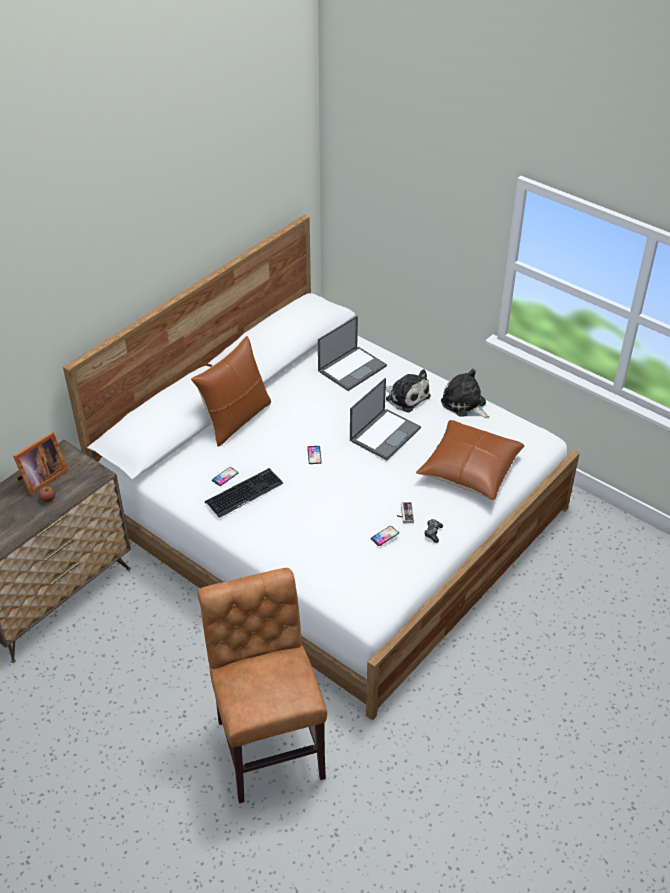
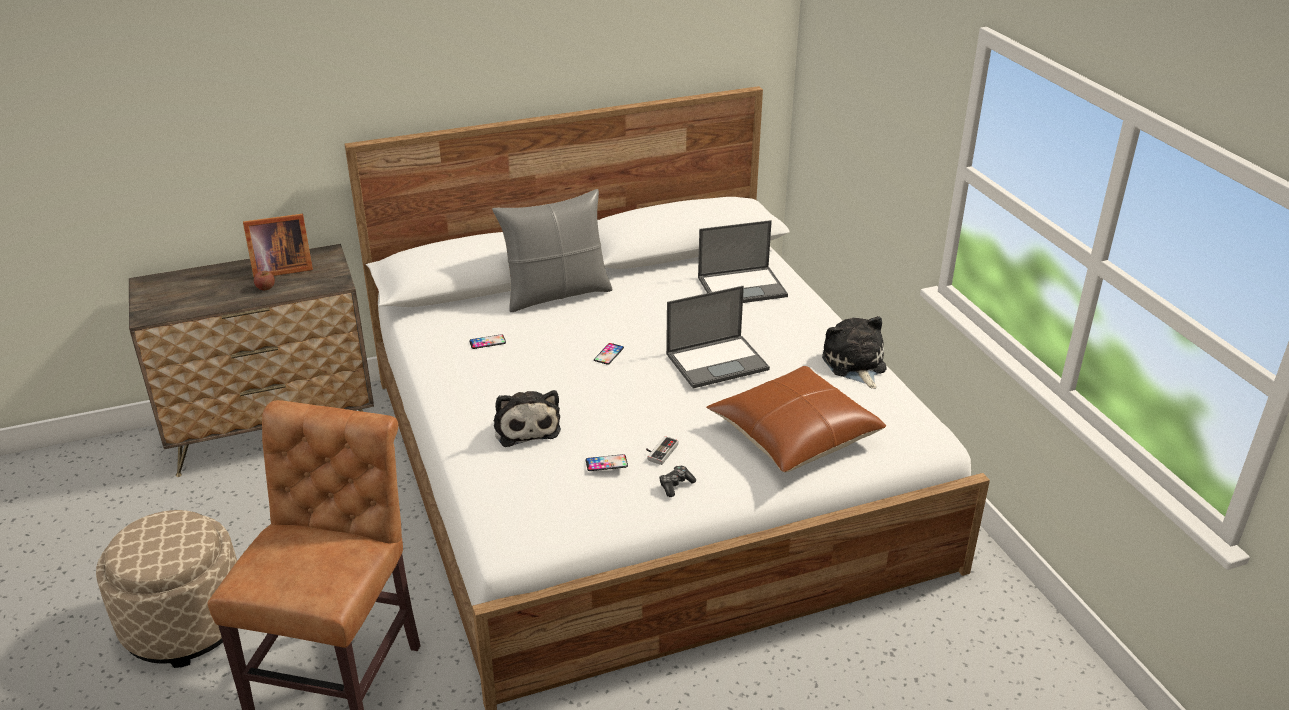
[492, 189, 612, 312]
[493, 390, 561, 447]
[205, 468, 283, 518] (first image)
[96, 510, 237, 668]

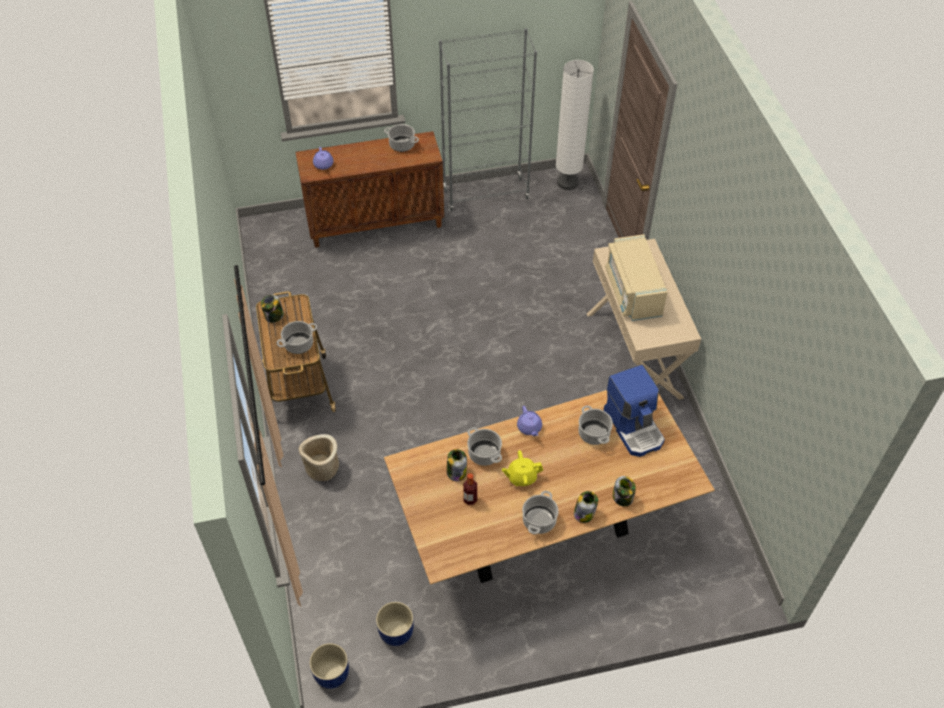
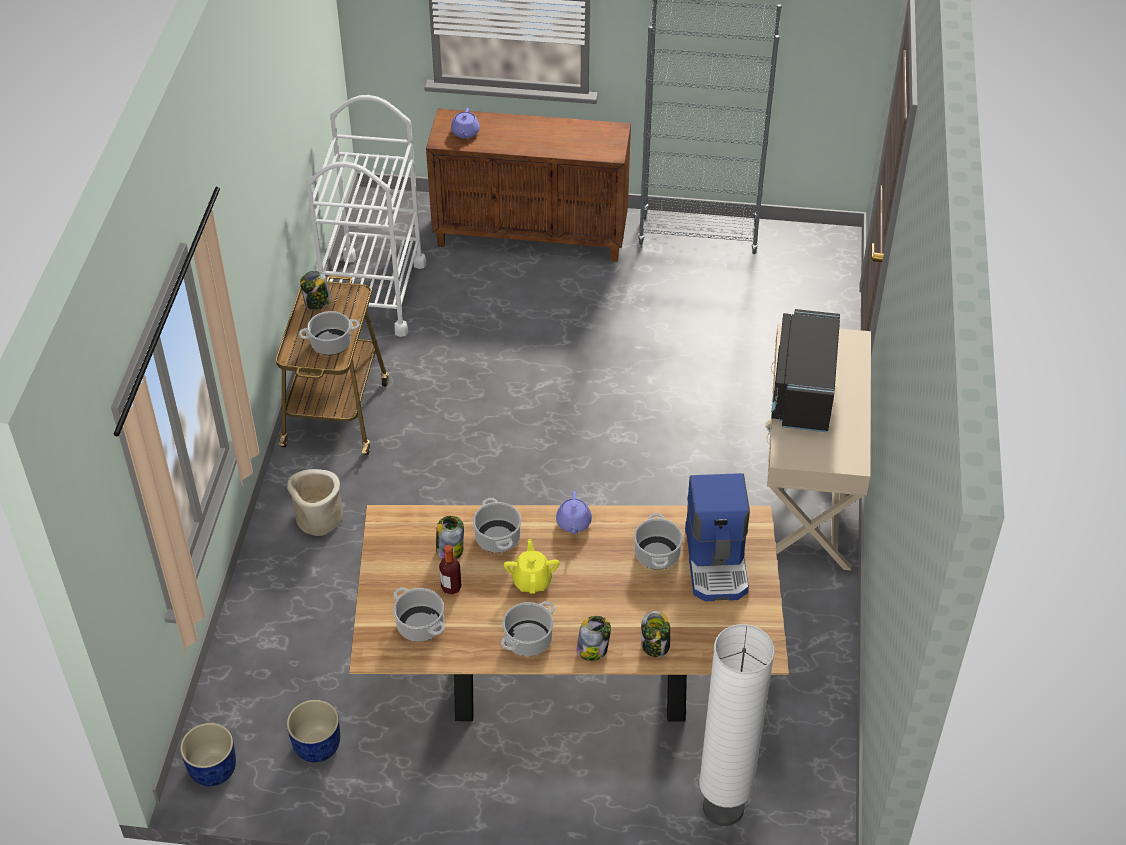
[699, 624, 775, 826]
[393, 588, 445, 642]
[771, 309, 840, 433]
[504, 539, 560, 593]
[306, 95, 426, 337]

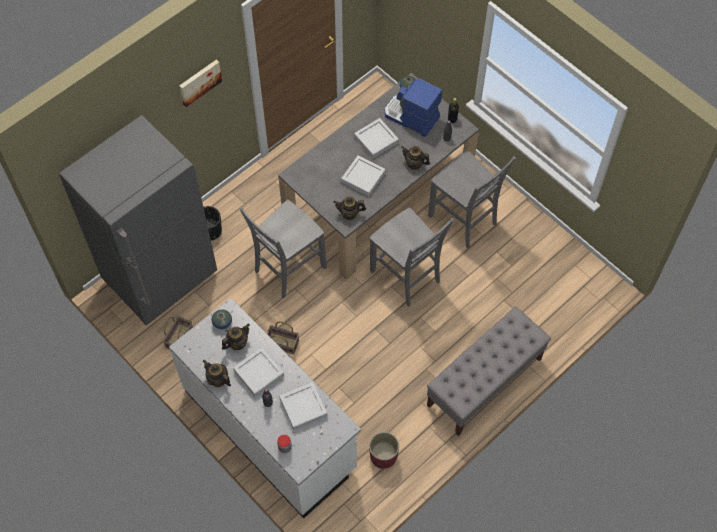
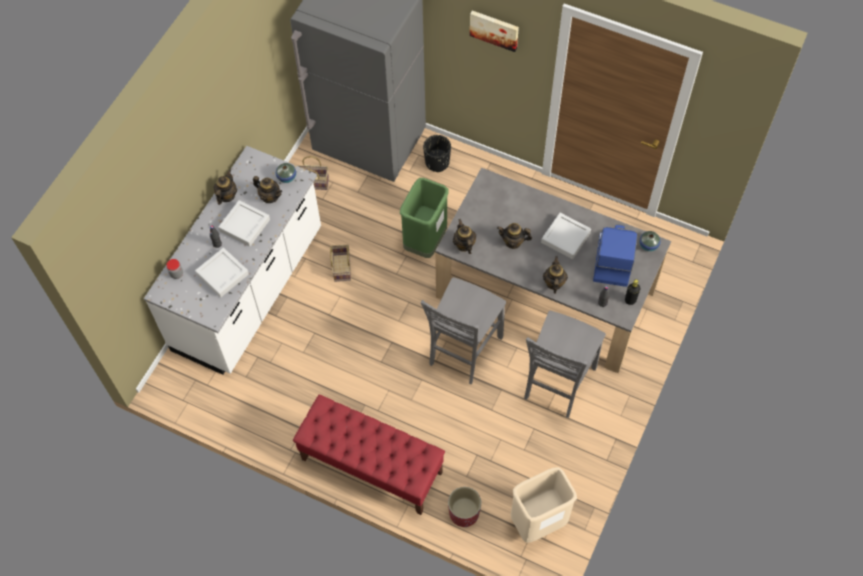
[497, 223, 532, 249]
[400, 178, 449, 258]
[293, 394, 445, 515]
[448, 487, 481, 527]
[511, 467, 577, 543]

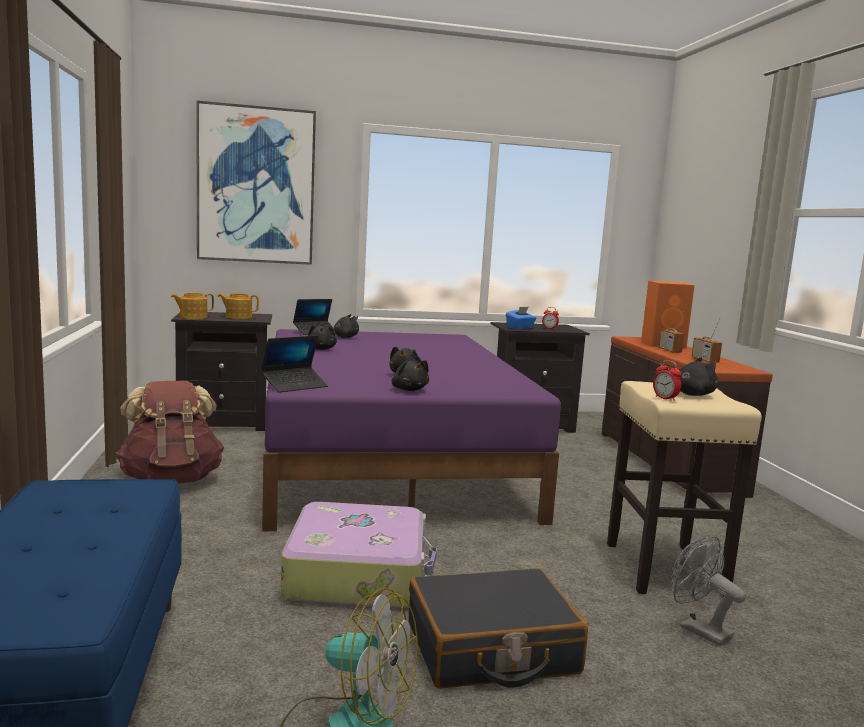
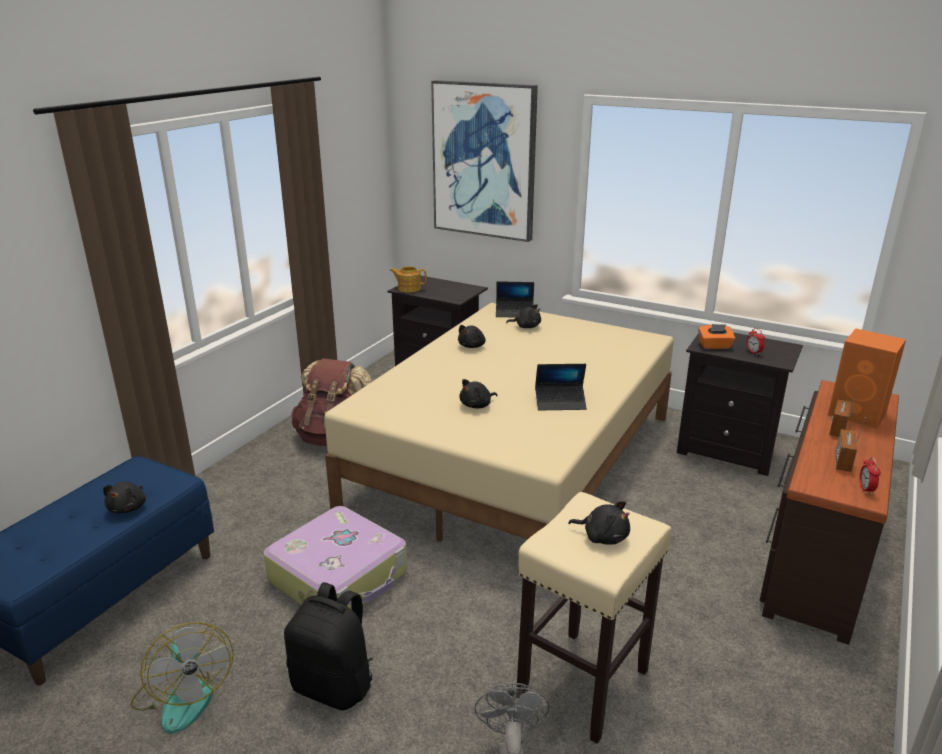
[218, 293, 259, 319] (first image)
[698, 324, 735, 349]
[324, 303, 674, 542]
[535, 364, 587, 410]
[103, 482, 146, 514]
[860, 457, 881, 495]
[284, 582, 373, 710]

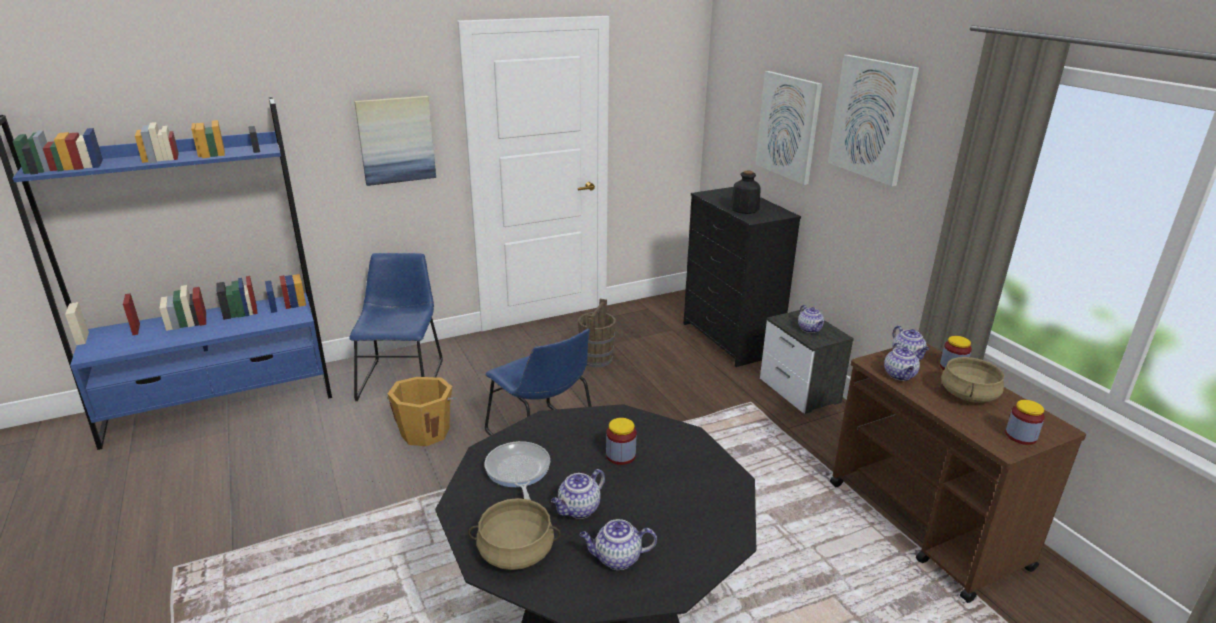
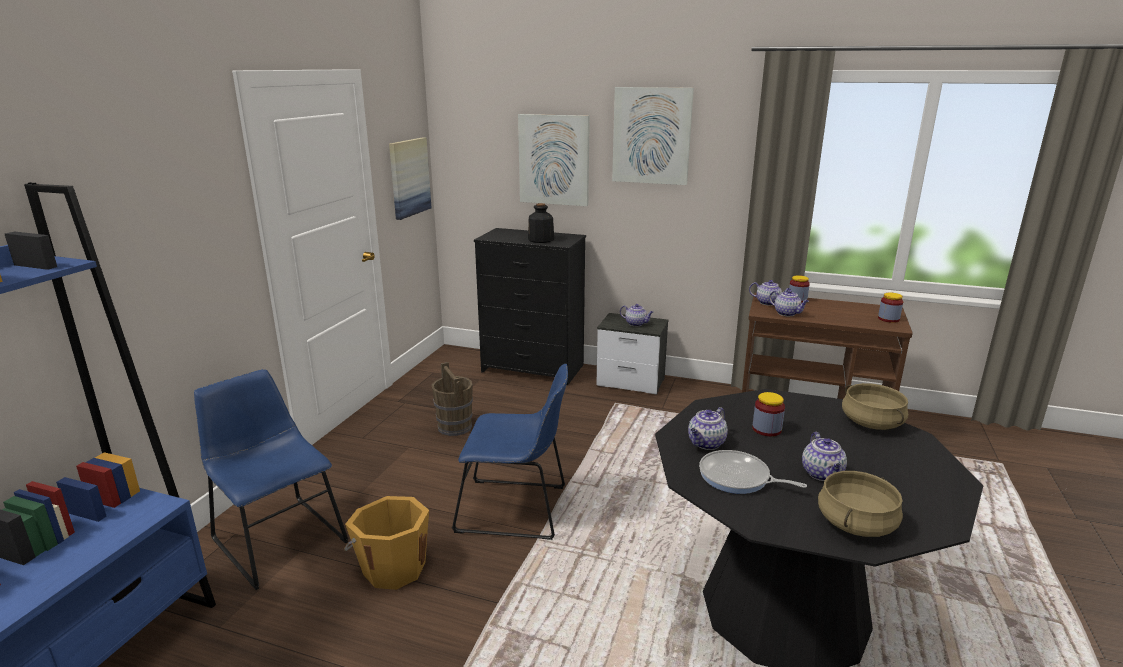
[389, 137, 431, 220]
[842, 383, 908, 430]
[688, 407, 728, 450]

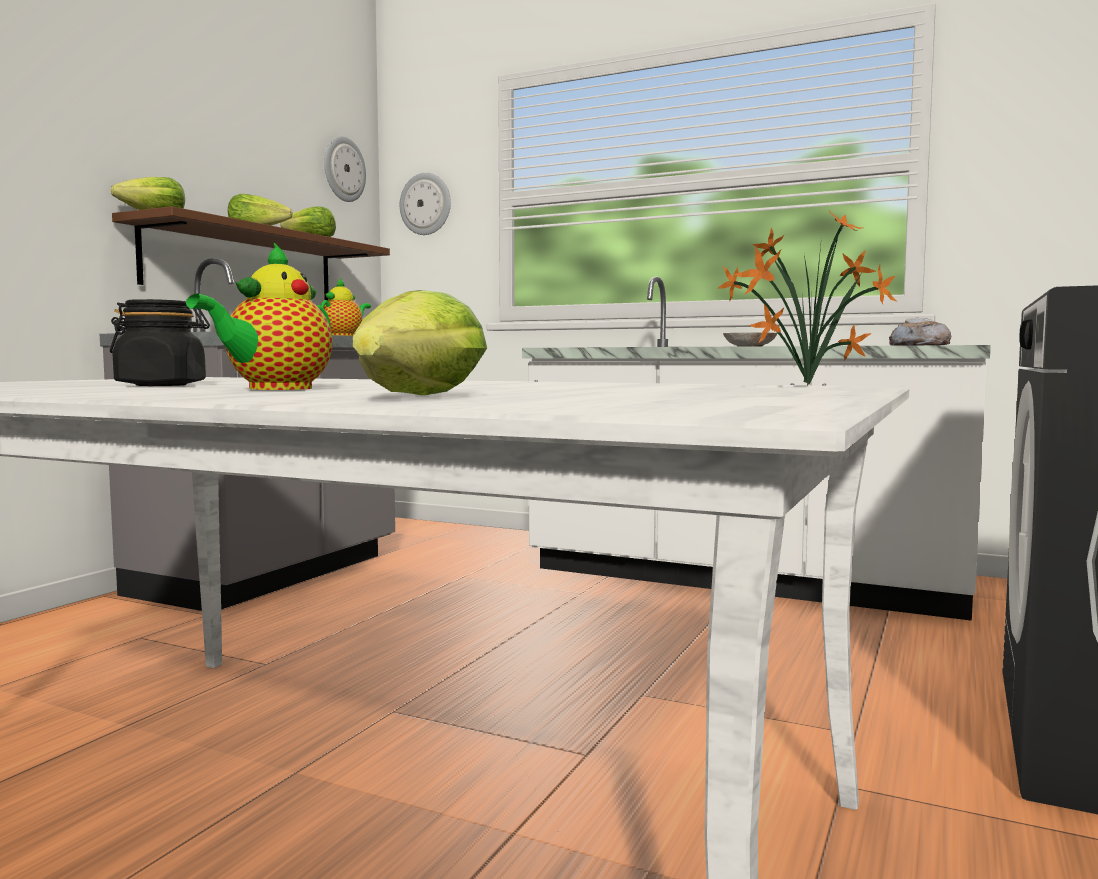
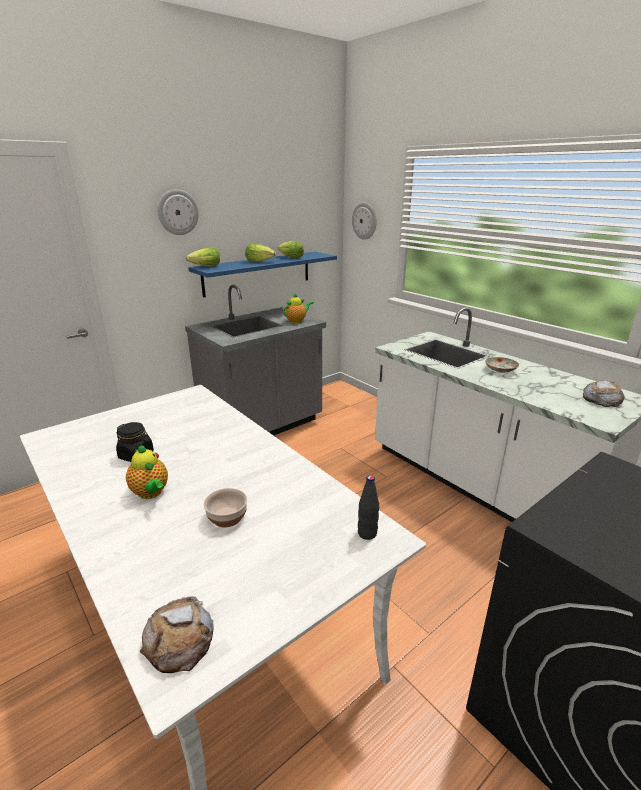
[157, 189, 199, 235]
[188, 252, 337, 298]
[358, 475, 379, 540]
[126, 445, 168, 499]
[353, 290, 487, 395] (first image)
[204, 488, 247, 527]
[140, 596, 214, 673]

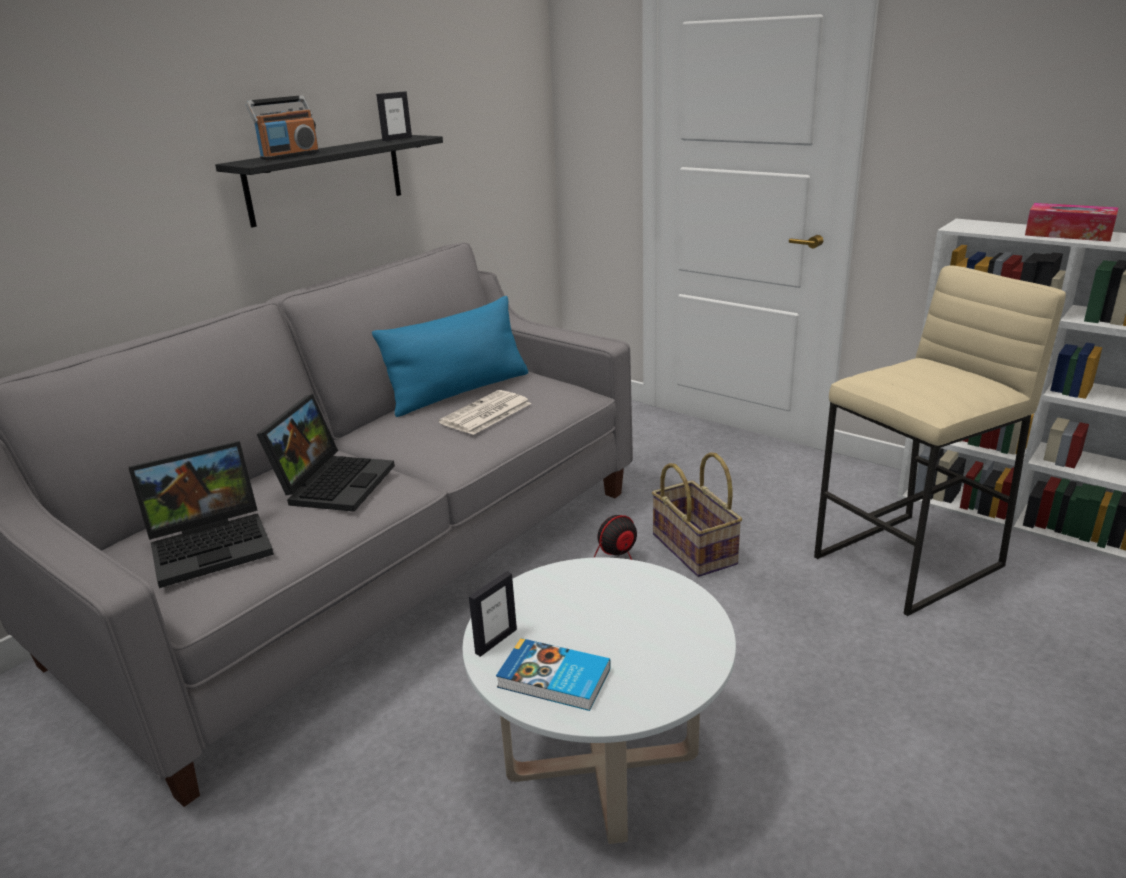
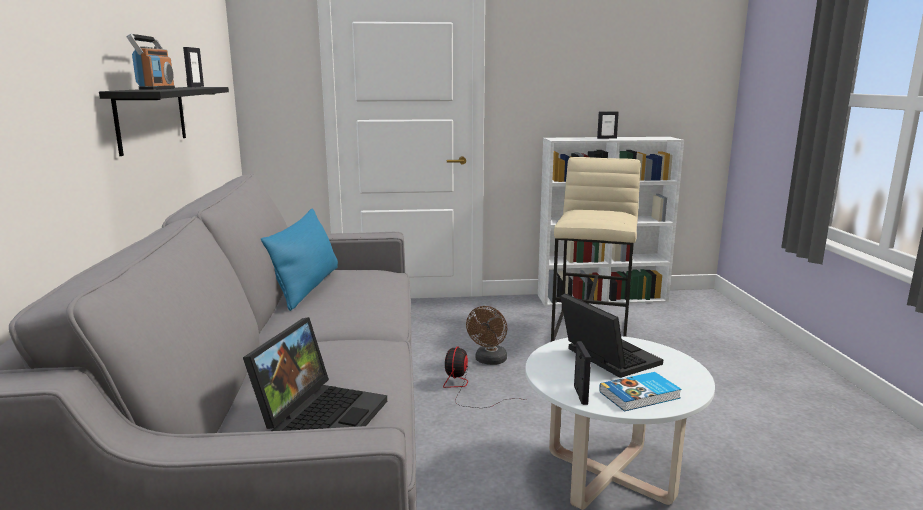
[597, 111, 619, 139]
[439, 390, 531, 435] (first image)
[560, 293, 663, 378]
[466, 306, 507, 365]

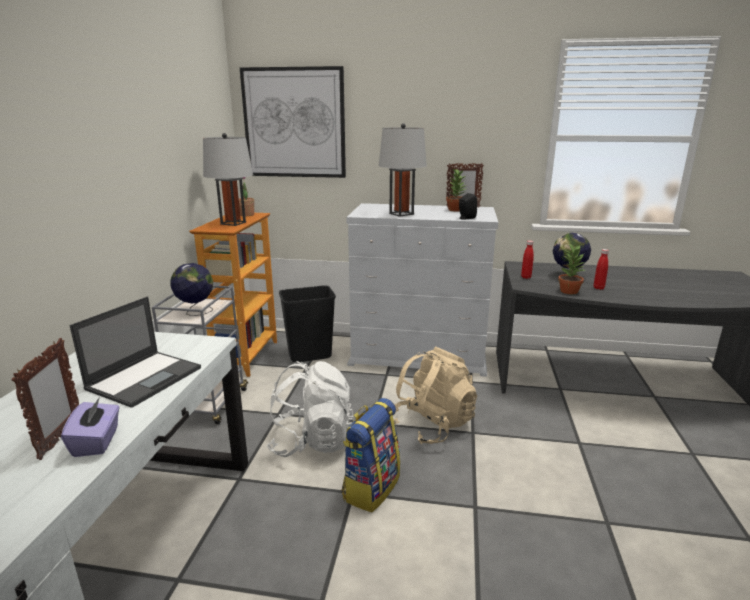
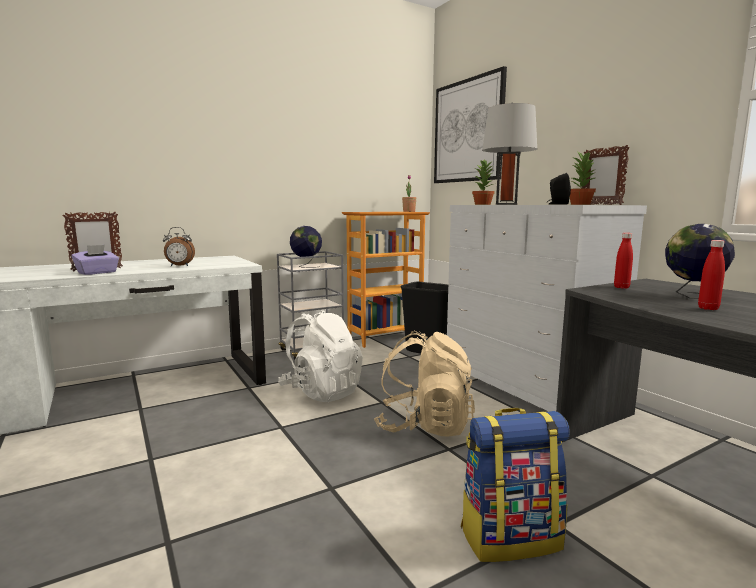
[203, 133, 253, 226] (first image)
[472, 159, 496, 205]
[163, 227, 195, 266]
[461, 408, 570, 562]

